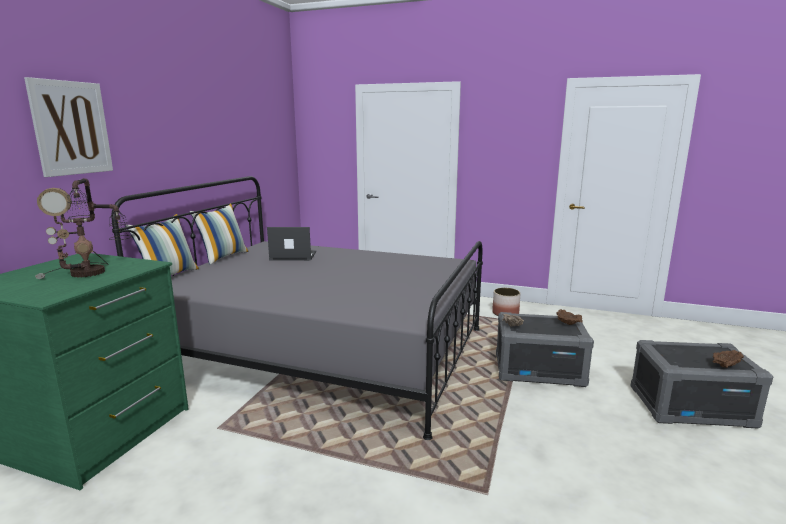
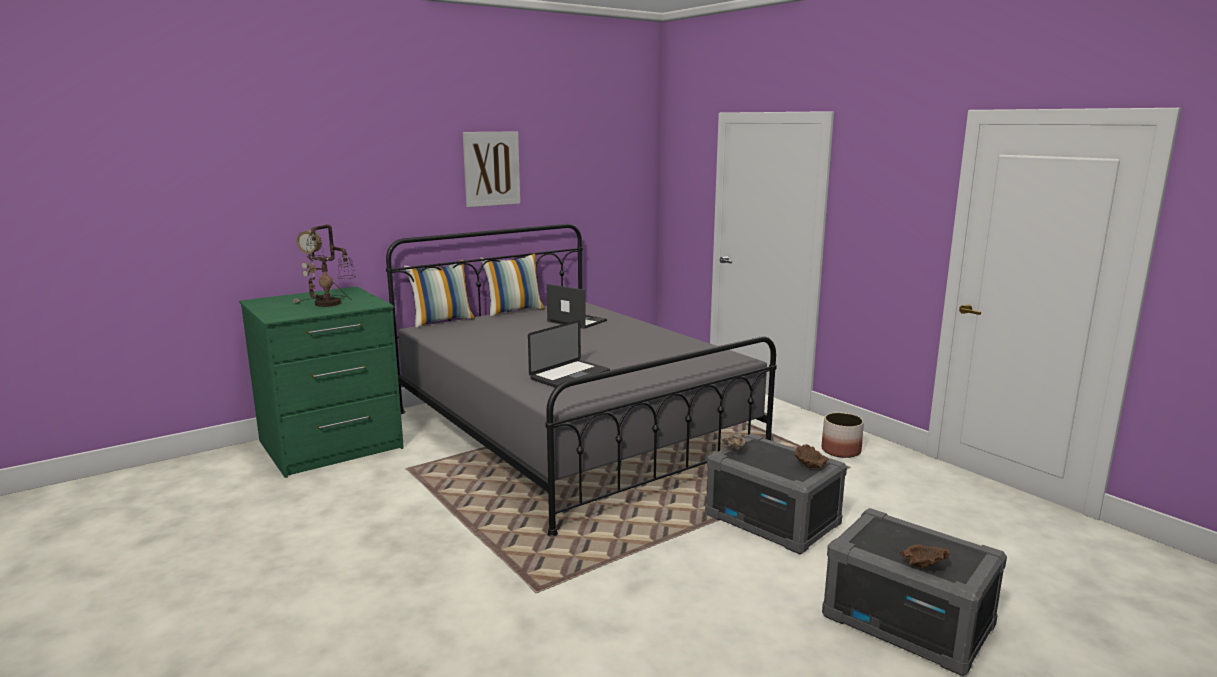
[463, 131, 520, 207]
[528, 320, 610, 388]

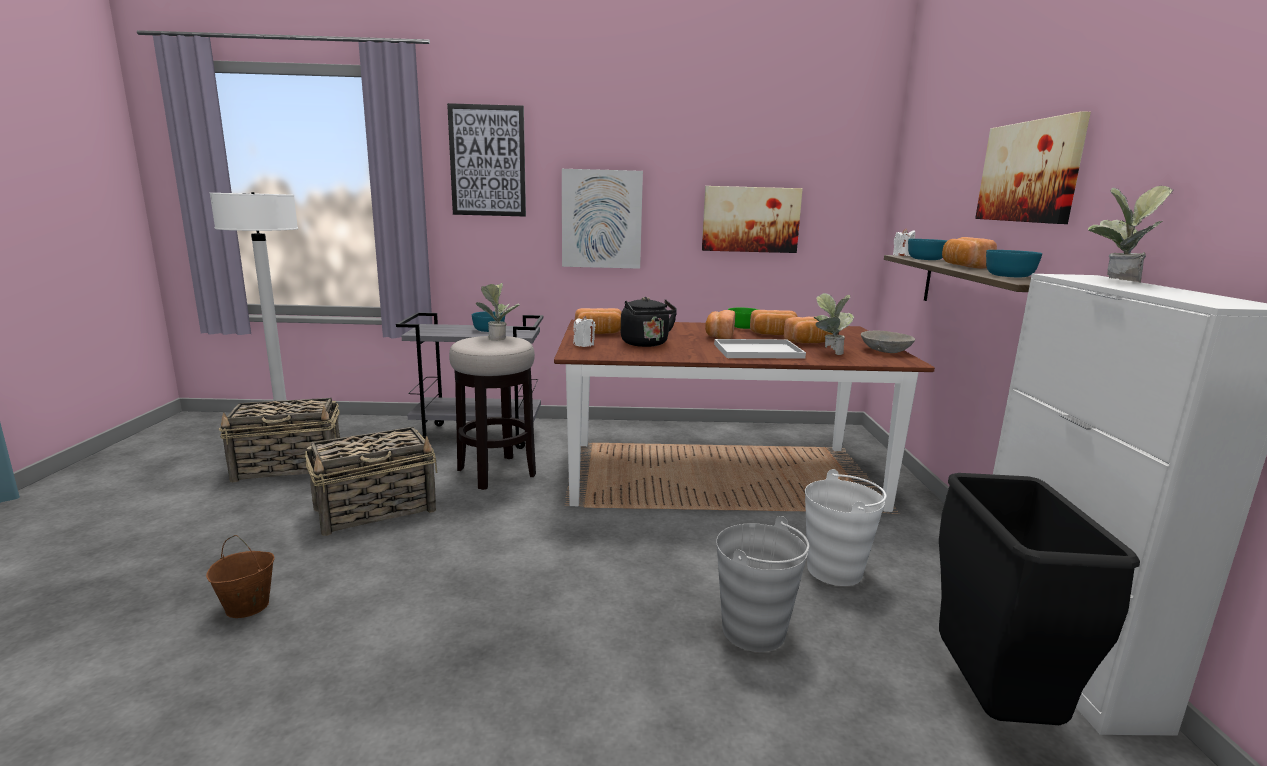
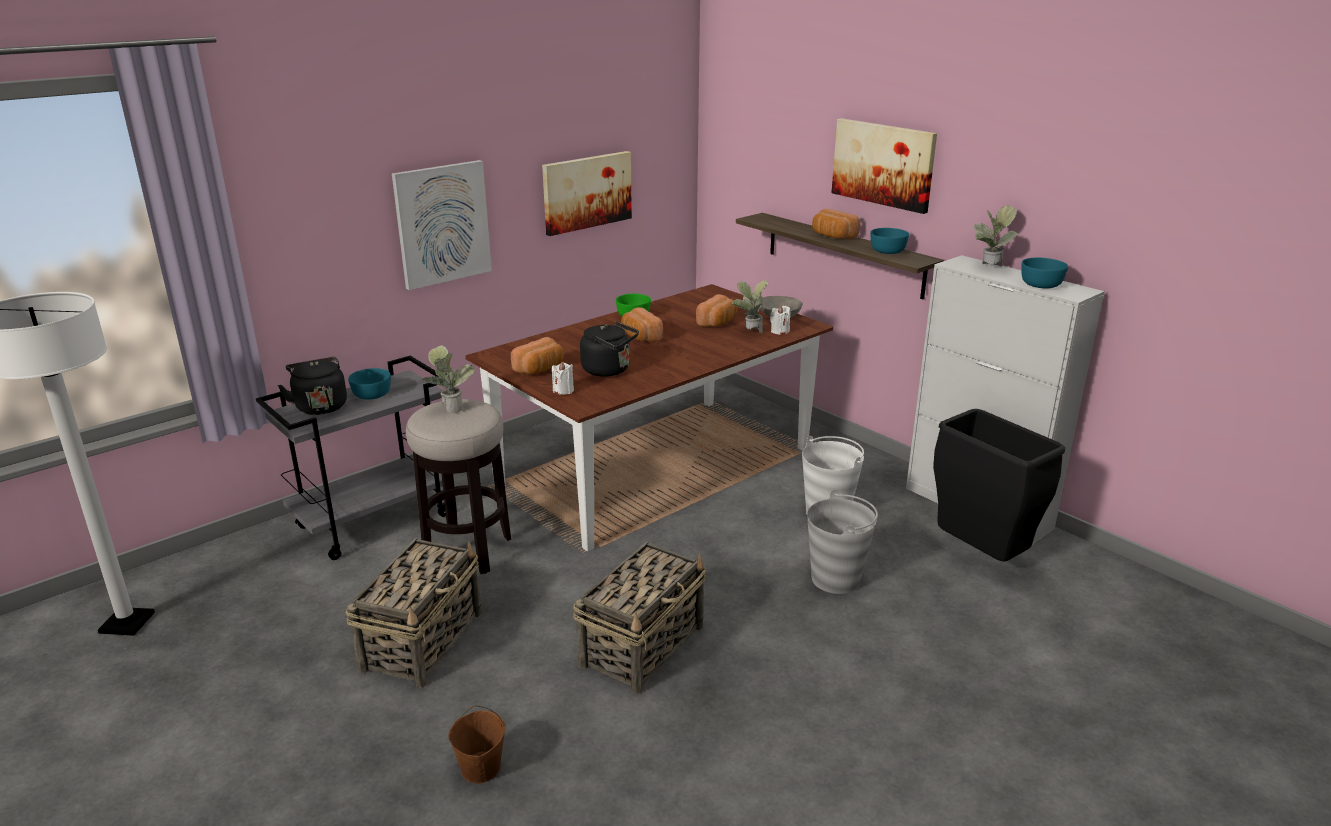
[447, 103, 526, 217] (first image)
[770, 306, 790, 335]
[1021, 258, 1068, 288]
[750, 310, 798, 335] (first image)
[714, 339, 806, 359] (first image)
[573, 542, 706, 694]
[277, 357, 347, 415]

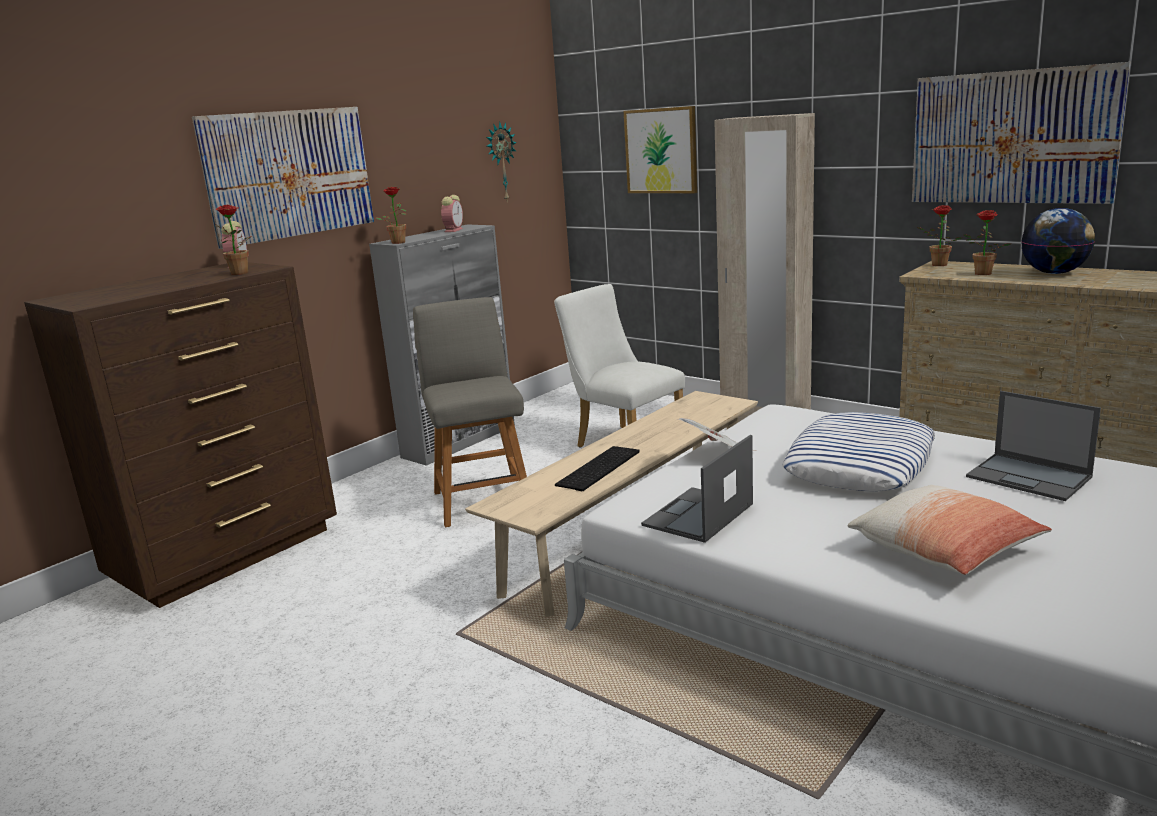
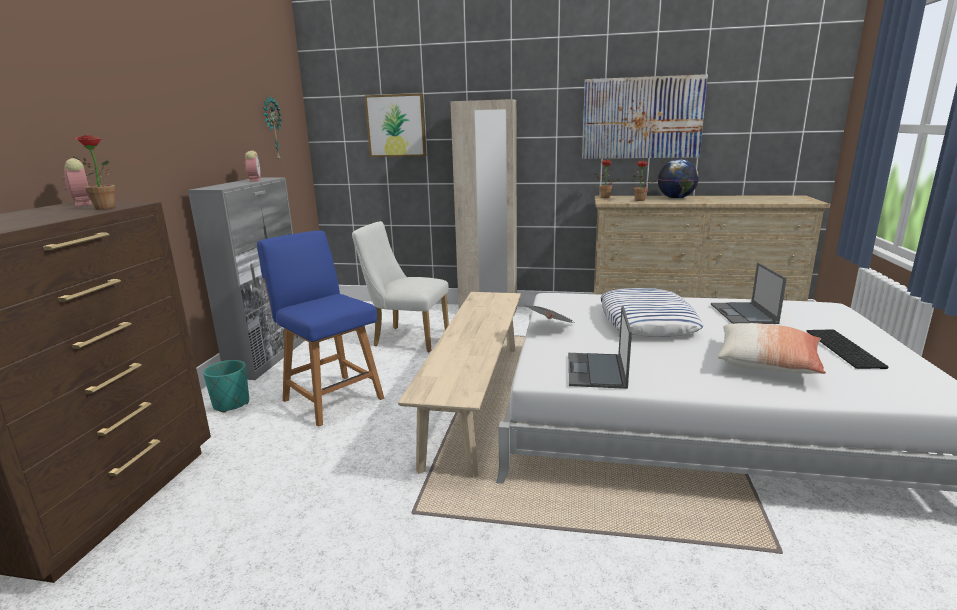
[192, 107, 374, 249] (first image)
[376, 187, 406, 244] (first image)
[257, 230, 384, 427]
[711, 262, 787, 324]
[806, 329, 889, 369]
[203, 360, 249, 413]

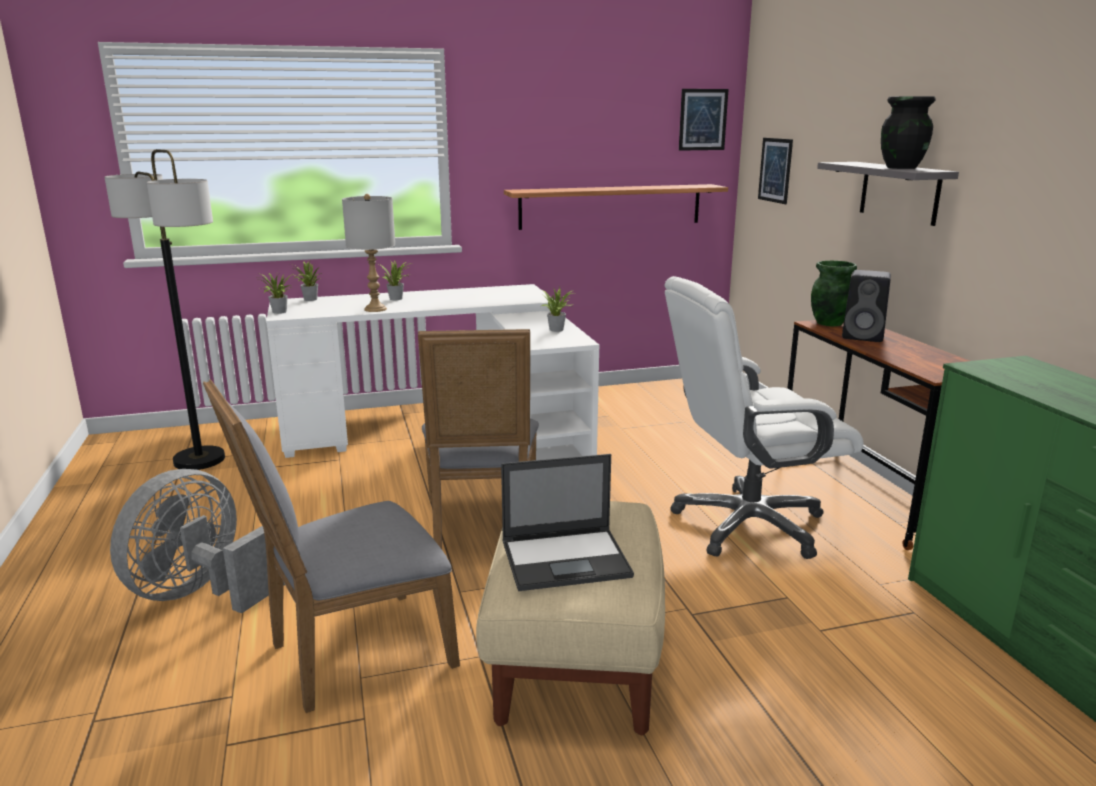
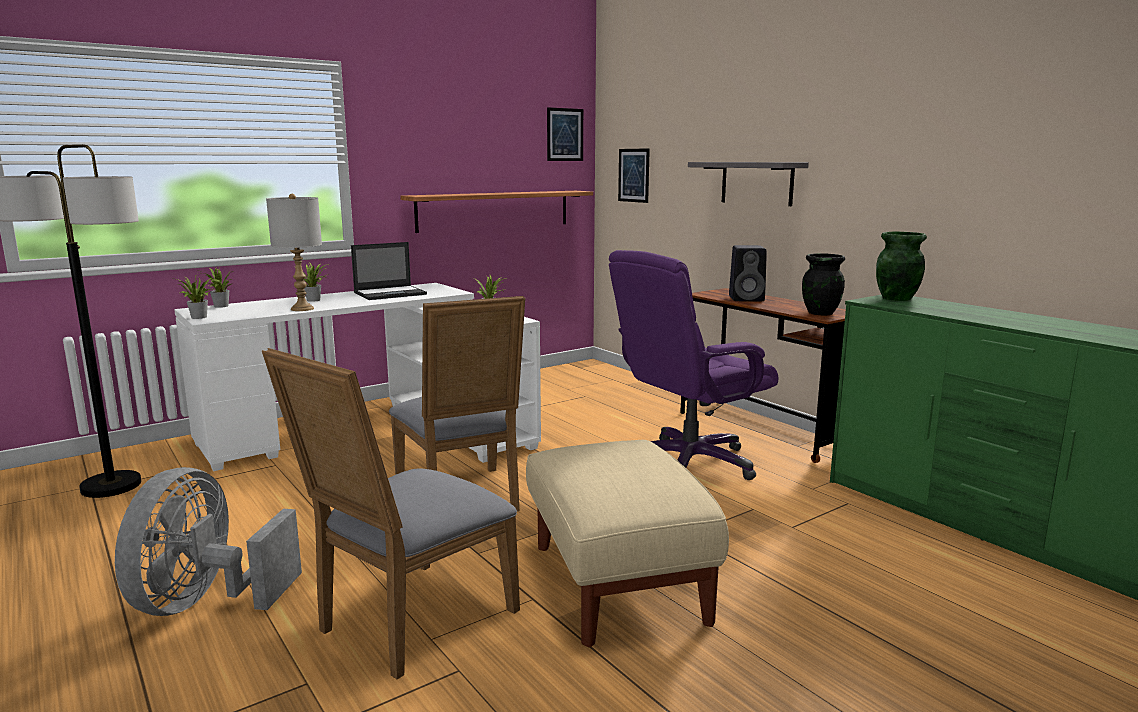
[802, 253, 845, 315]
[876, 232, 927, 301]
[609, 250, 778, 480]
[351, 242, 427, 300]

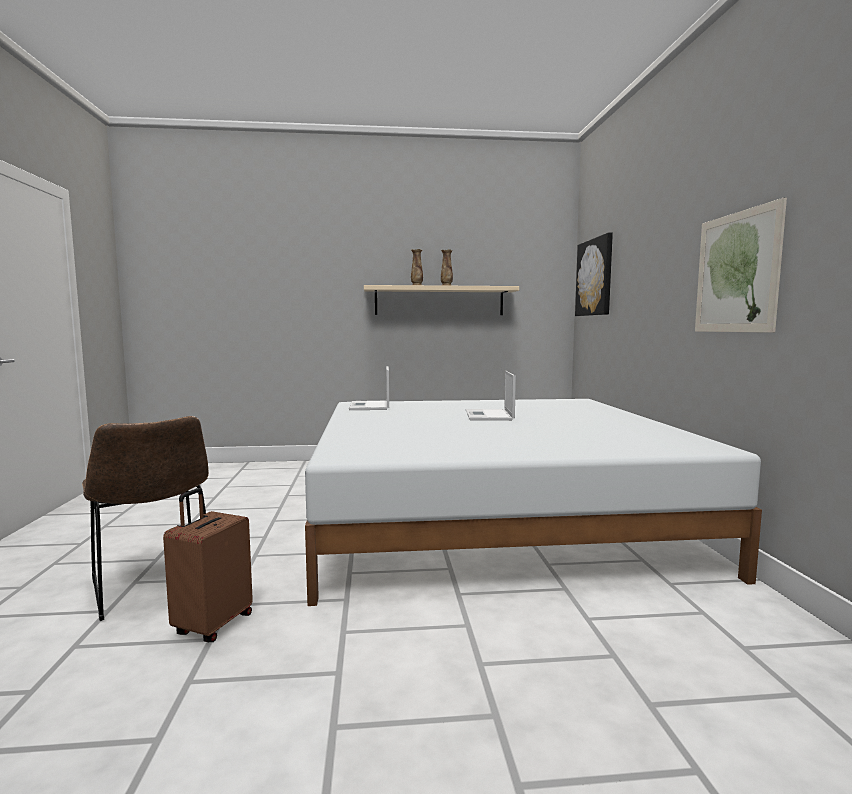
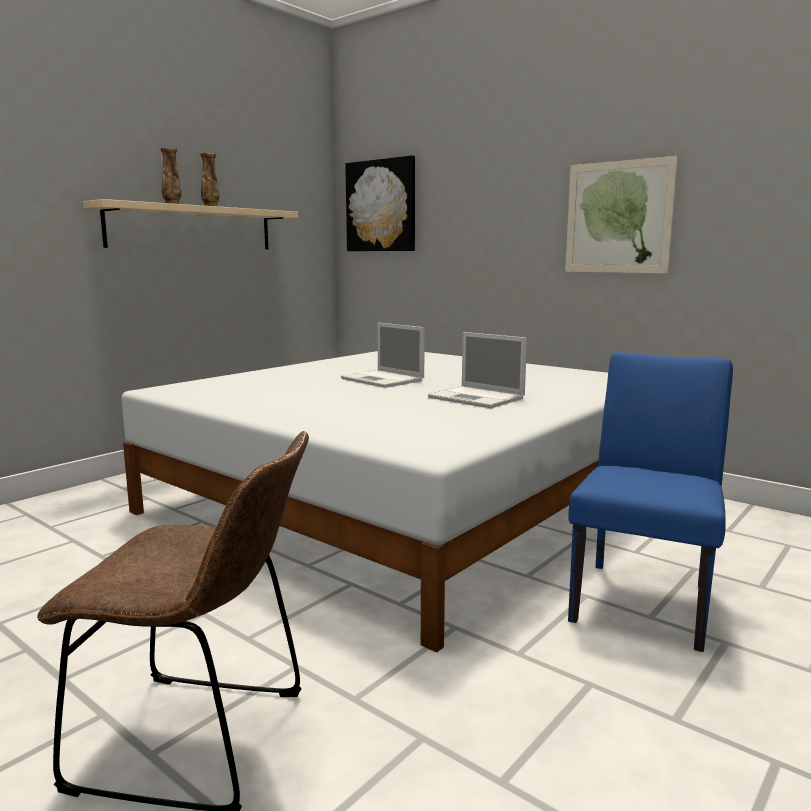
[428, 332, 527, 408]
[163, 488, 253, 642] (first image)
[568, 352, 733, 652]

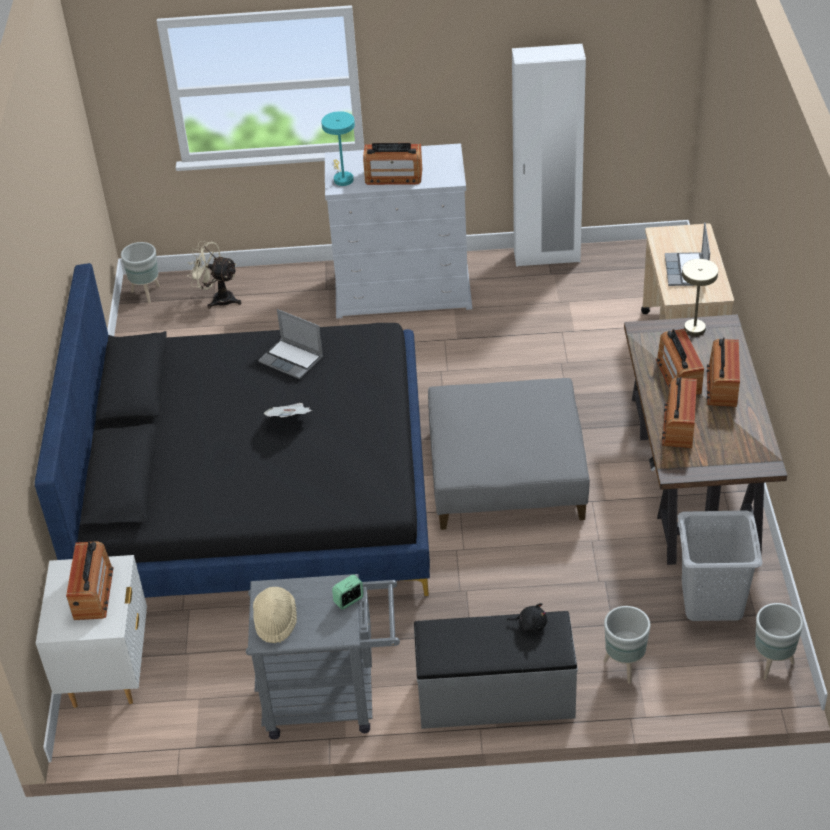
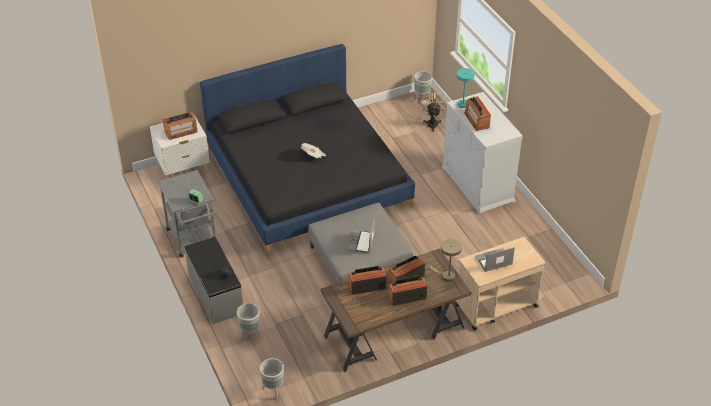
[512, 44, 586, 267] (first image)
[348, 217, 375, 253]
[678, 510, 763, 621] (first image)
[253, 587, 297, 643] (first image)

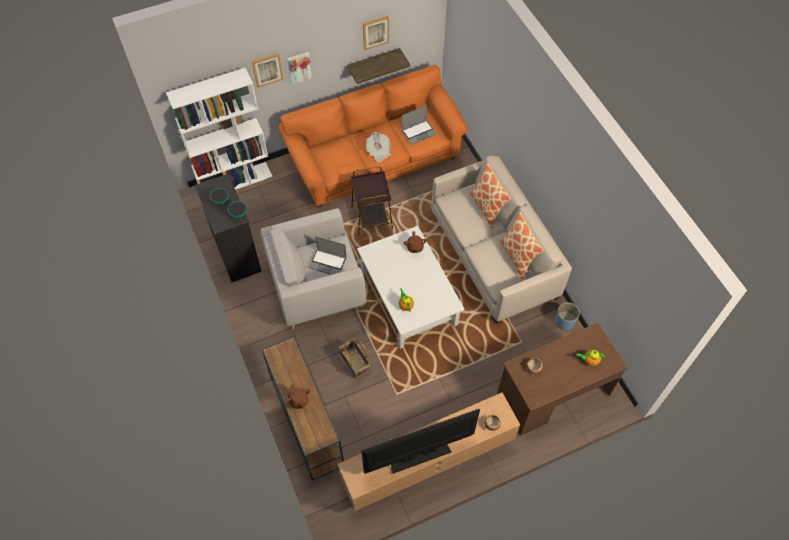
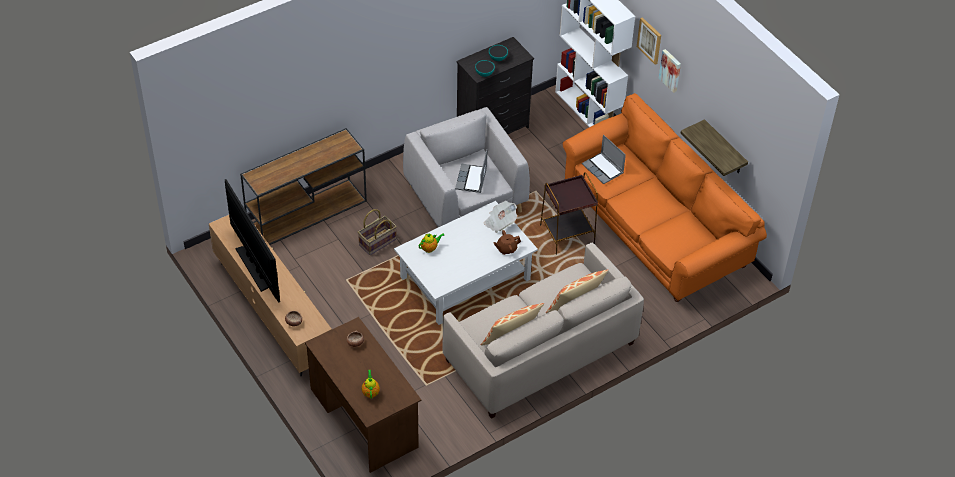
[363, 16, 389, 50] (first image)
[582, 135, 626, 184]
[484, 201, 517, 233]
[555, 302, 580, 331] (first image)
[285, 384, 310, 409] (first image)

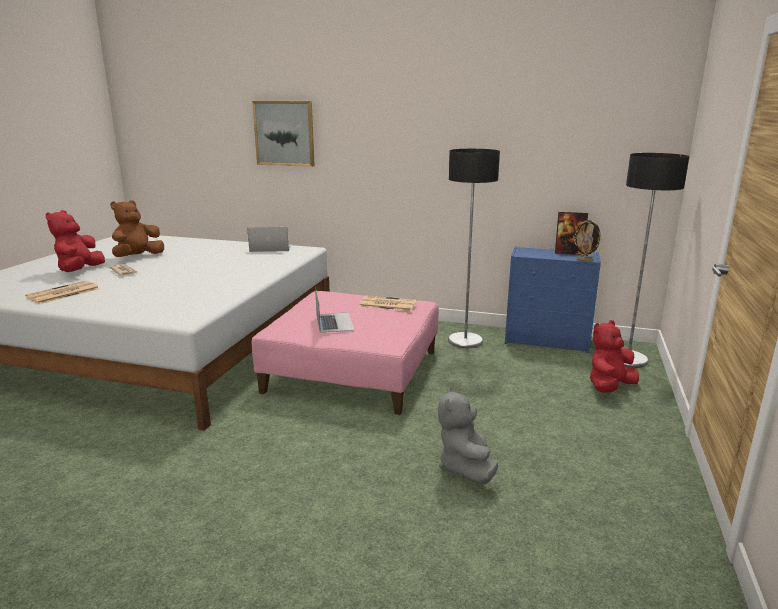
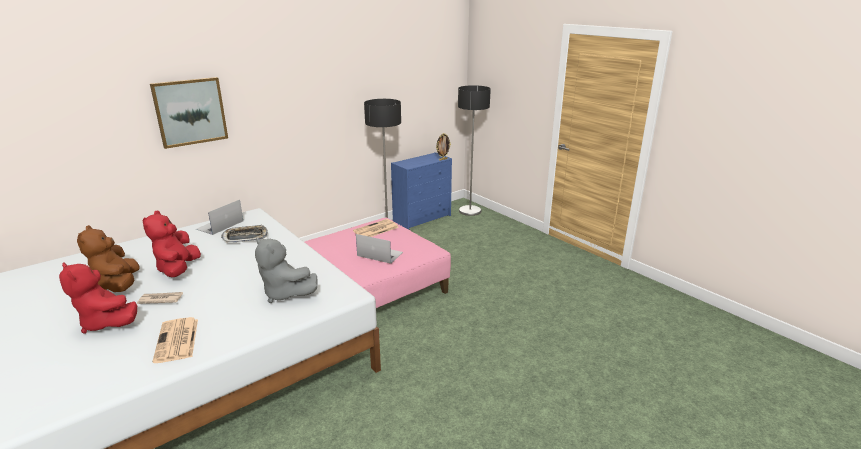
[555, 212, 588, 255] (first image)
[143, 210, 201, 277]
[255, 238, 317, 303]
[221, 225, 268, 243]

